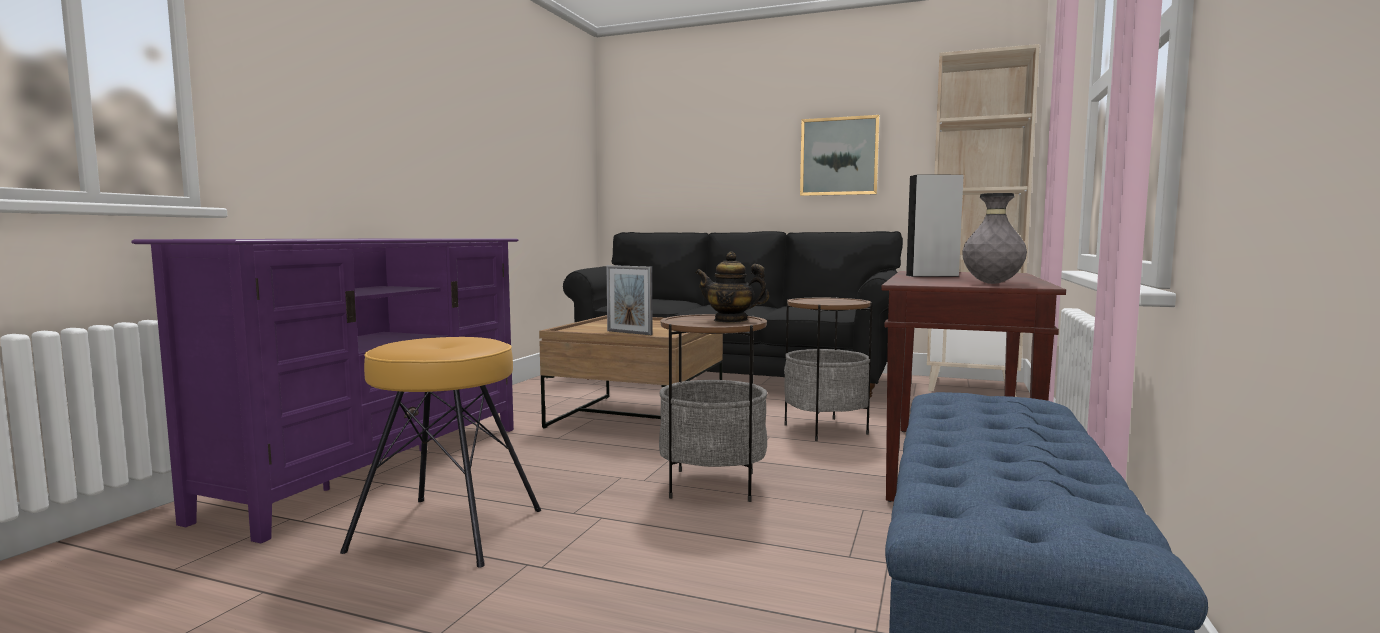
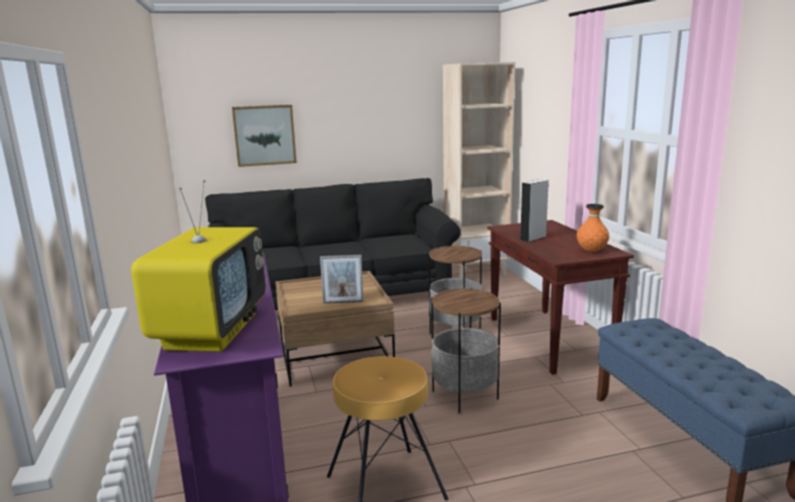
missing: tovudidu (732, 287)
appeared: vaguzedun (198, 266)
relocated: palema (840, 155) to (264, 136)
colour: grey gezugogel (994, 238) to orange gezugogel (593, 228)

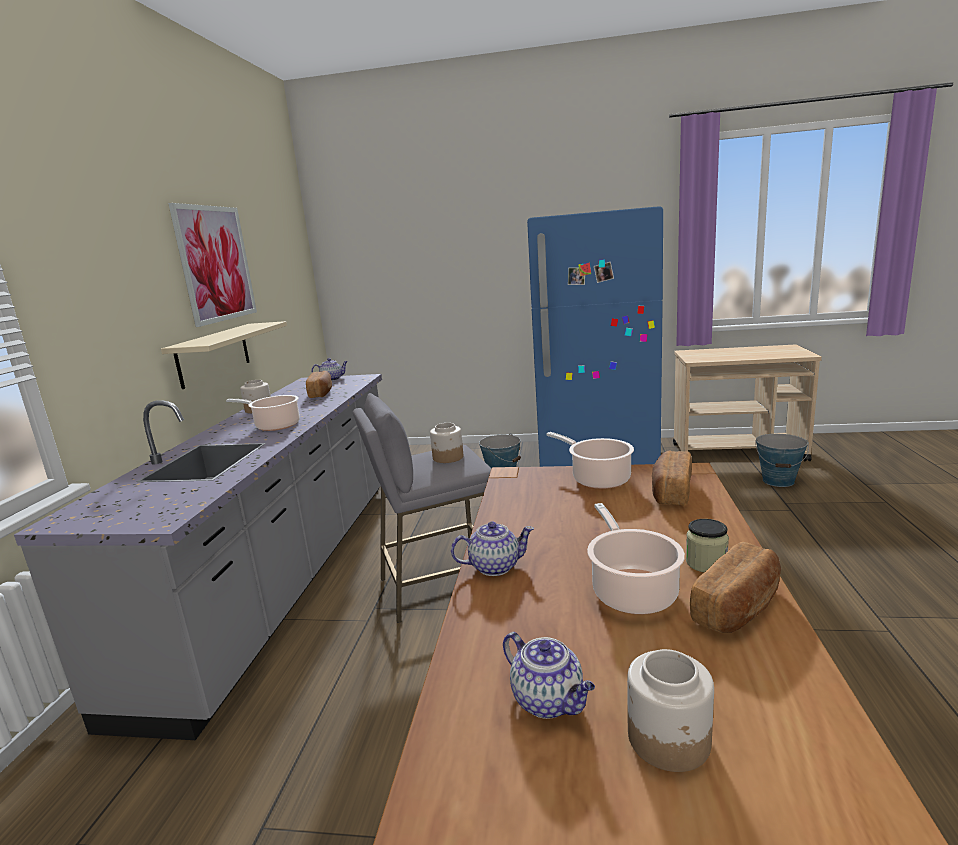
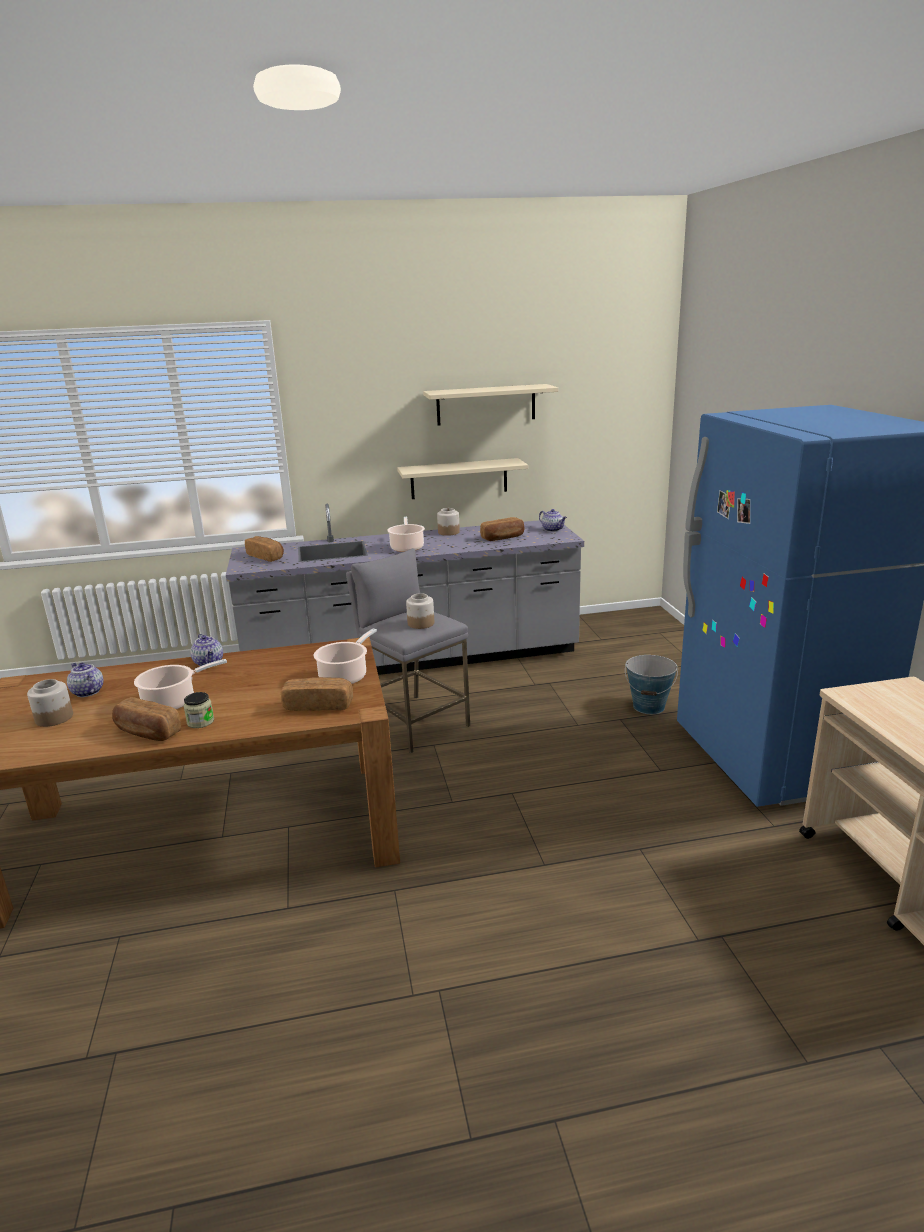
missing: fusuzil (782, 460)
appeared: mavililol (264, 549)
exchanged: palema (212, 265) to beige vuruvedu (490, 405)
spun: tovudidu (549, 675) = (85, 680) 105 degrees clockwise

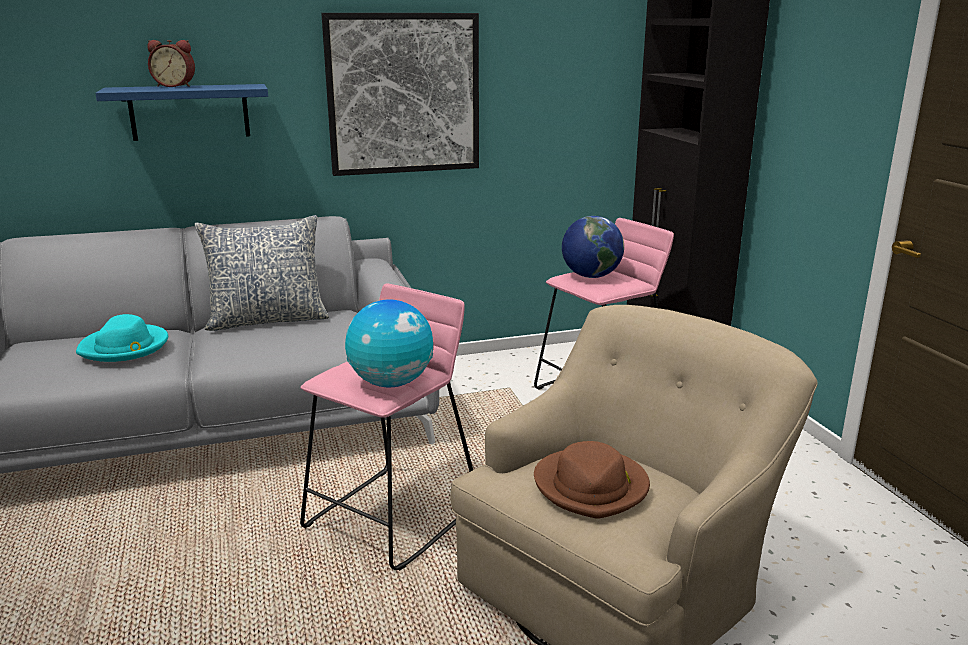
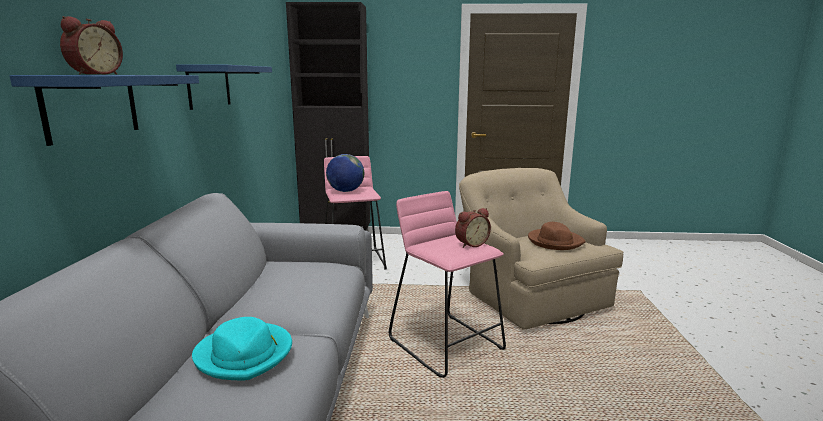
missing: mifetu (261, 273)
exchanged: palema (400, 94) to blue vuruvedu (224, 87); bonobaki (389, 343) to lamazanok (473, 228)

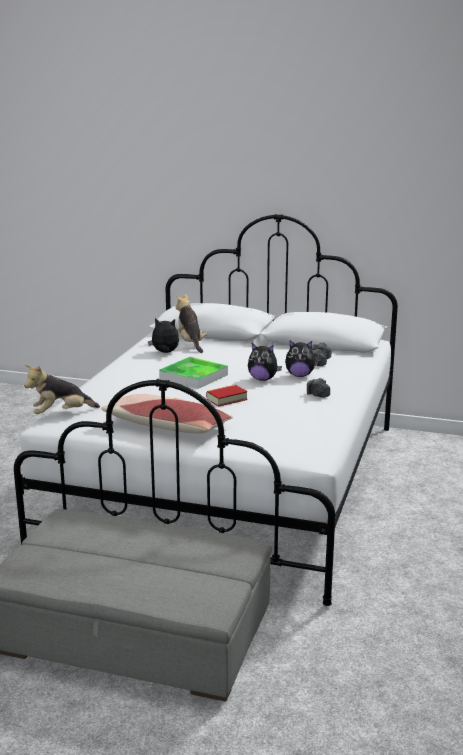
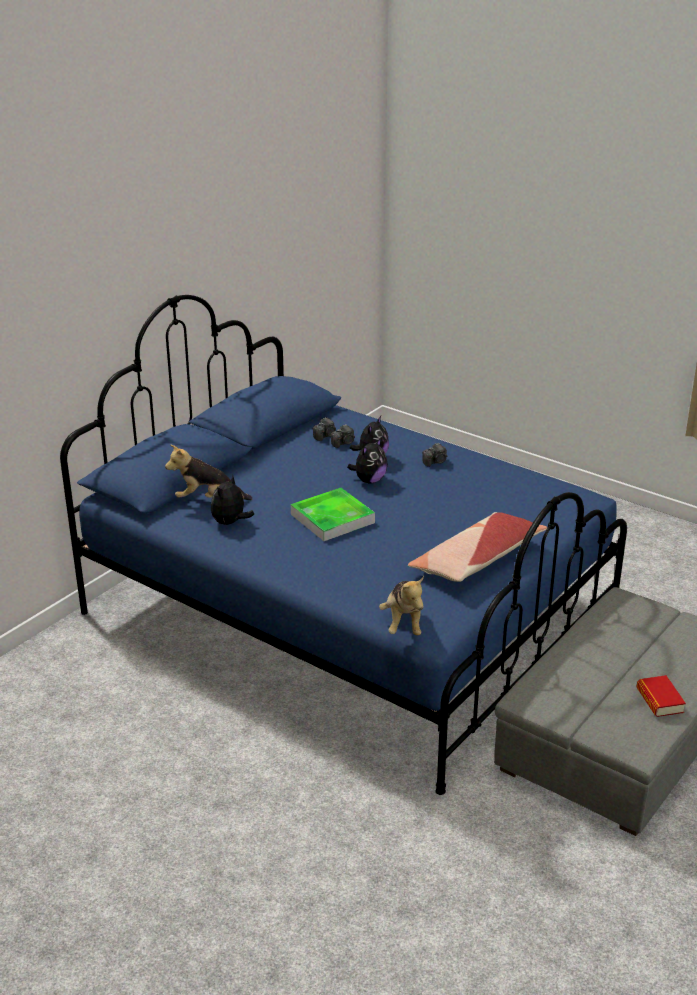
relocated: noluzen (227, 396) to (661, 696)
colour: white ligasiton (206, 410) to blue ligasiton (343, 545)

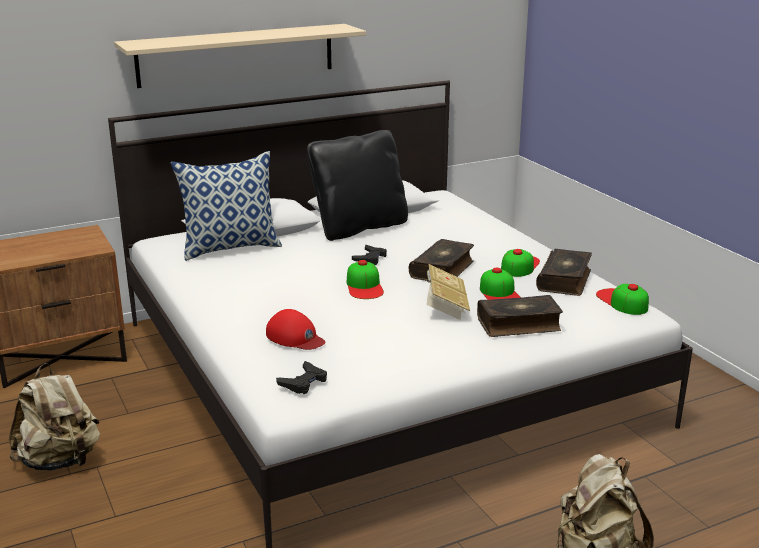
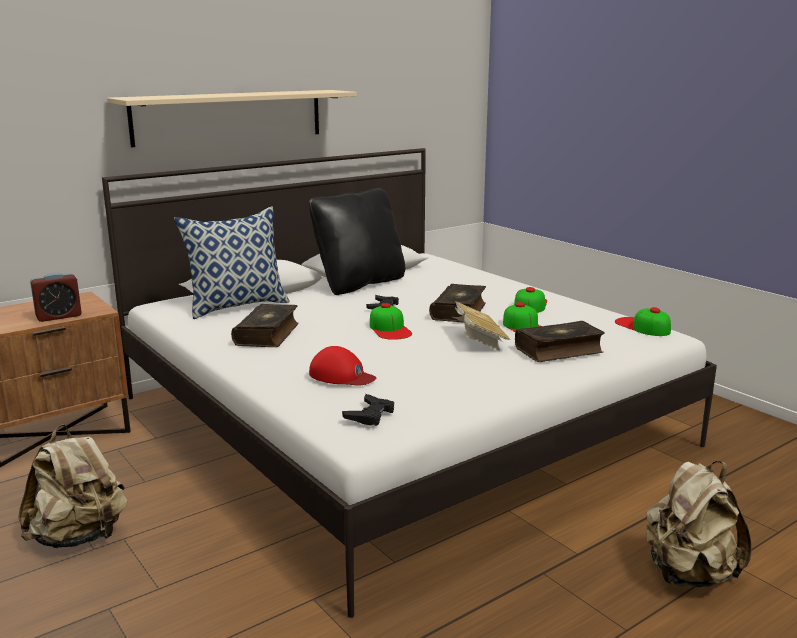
appeared: lamazanok (56, 297)
relocated: noluzen (564, 272) to (265, 325)

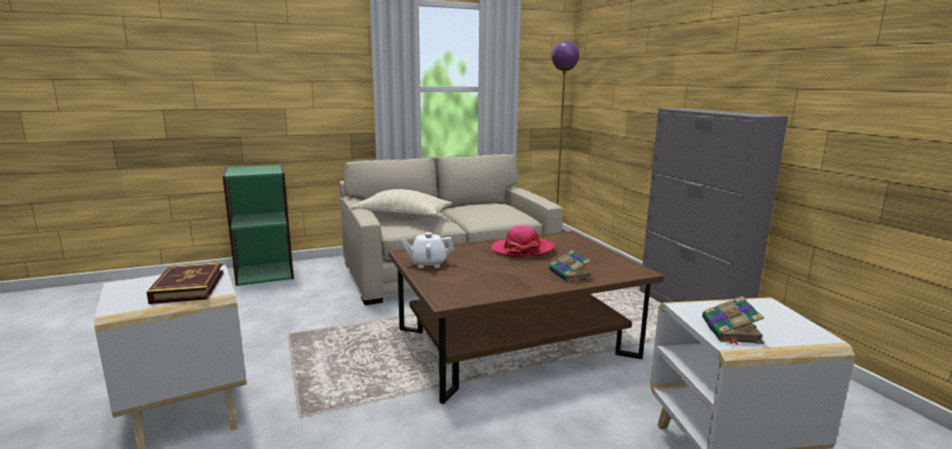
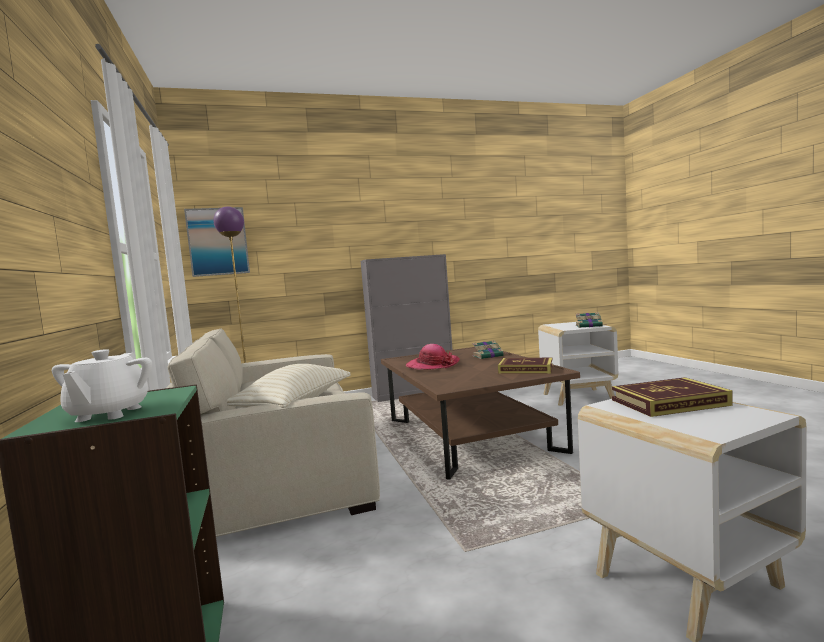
appeared: palema (217, 242); noluzen (525, 365)
relocated: white tovudidu (428, 250) to (102, 385)

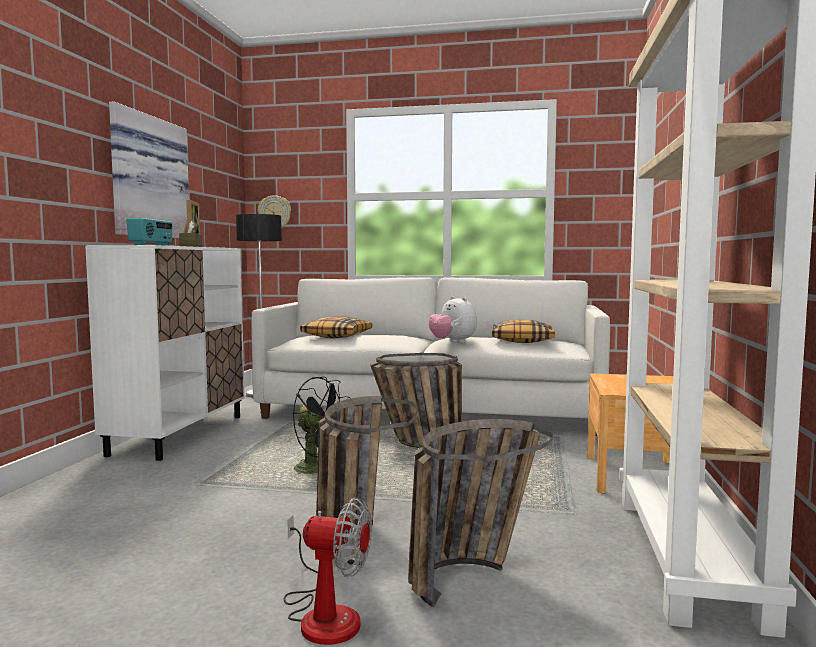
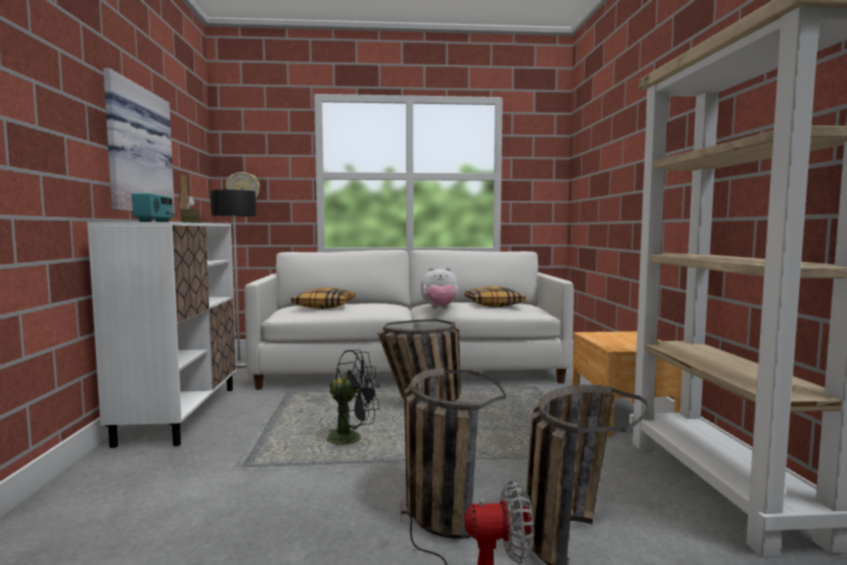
spun: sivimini (452, 319) = (439, 288) 45 degrees counterclockwise

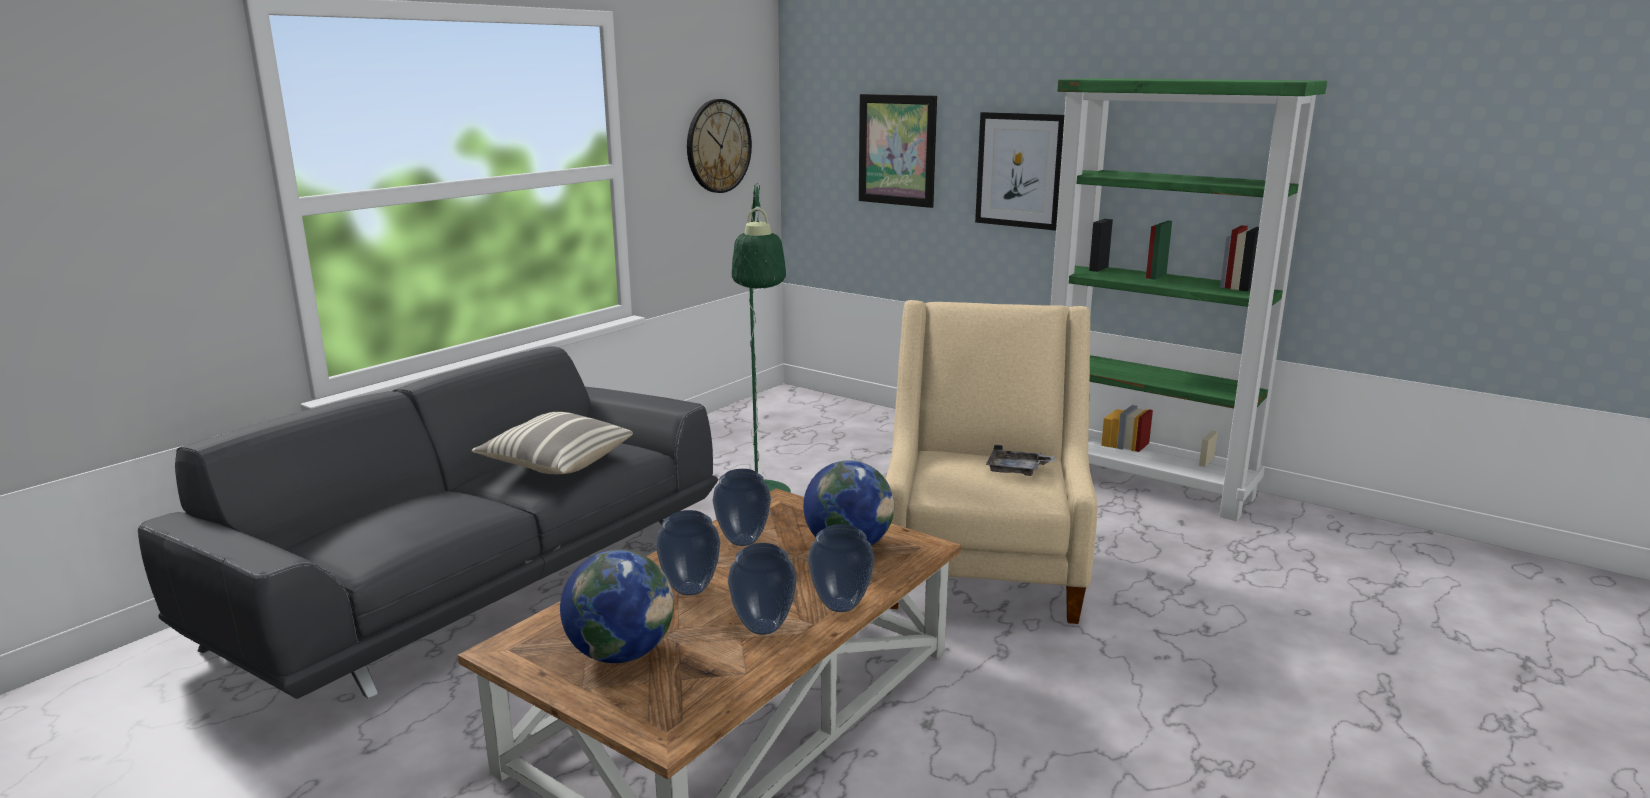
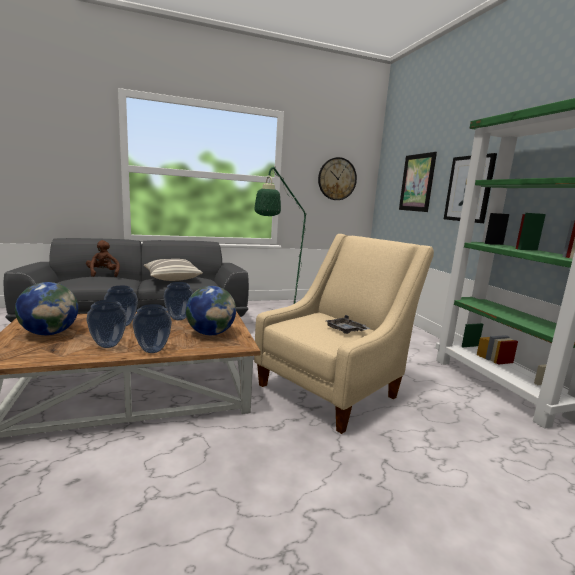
appeared: brown sivimini (103, 258)

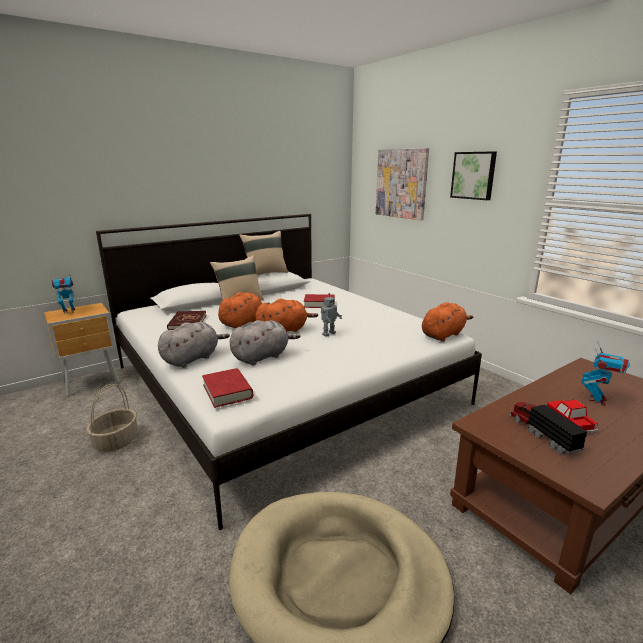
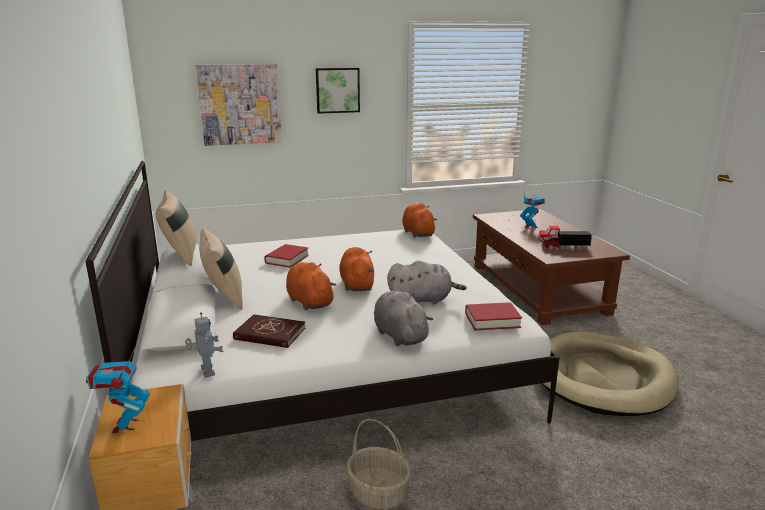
relocated: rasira (331, 315) to (204, 344)
spun: grey sivimini (265, 342) = (427, 282) 105 degrees clockwise

